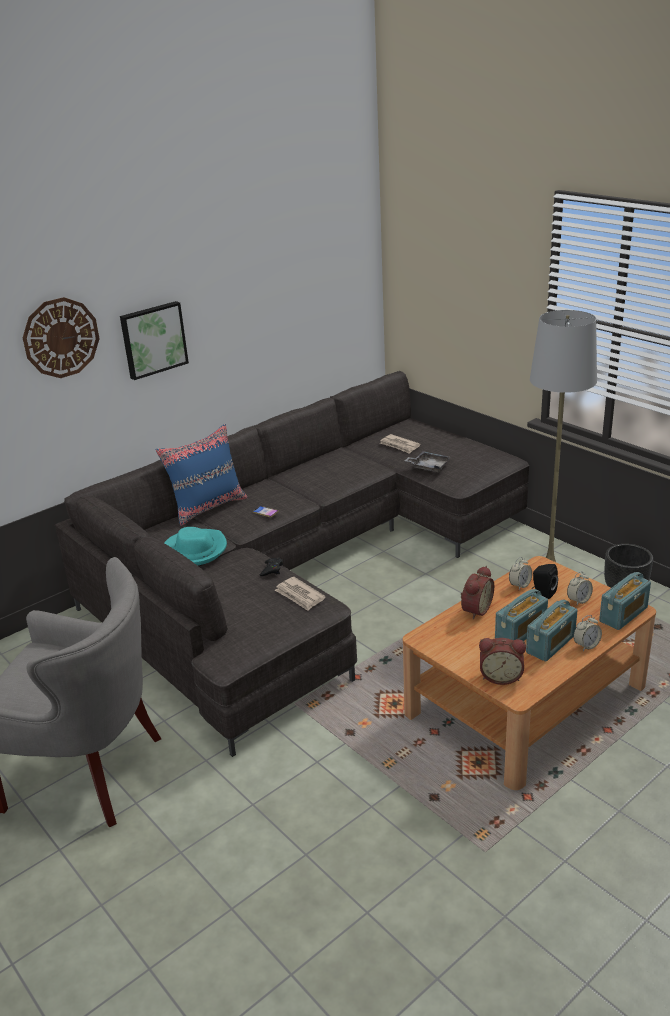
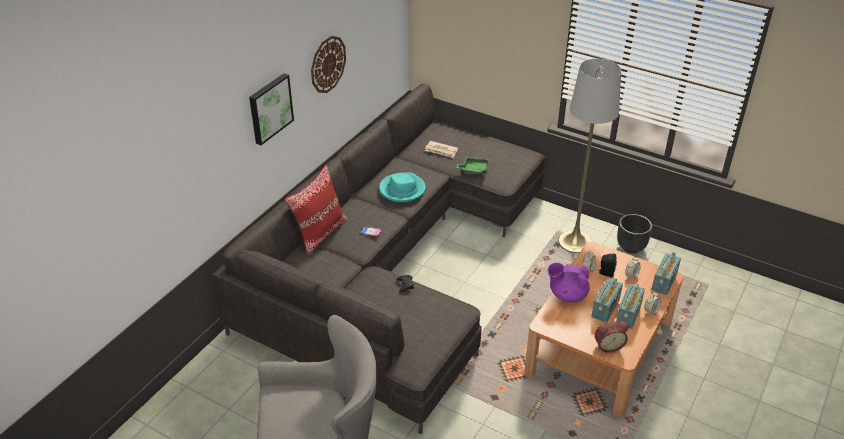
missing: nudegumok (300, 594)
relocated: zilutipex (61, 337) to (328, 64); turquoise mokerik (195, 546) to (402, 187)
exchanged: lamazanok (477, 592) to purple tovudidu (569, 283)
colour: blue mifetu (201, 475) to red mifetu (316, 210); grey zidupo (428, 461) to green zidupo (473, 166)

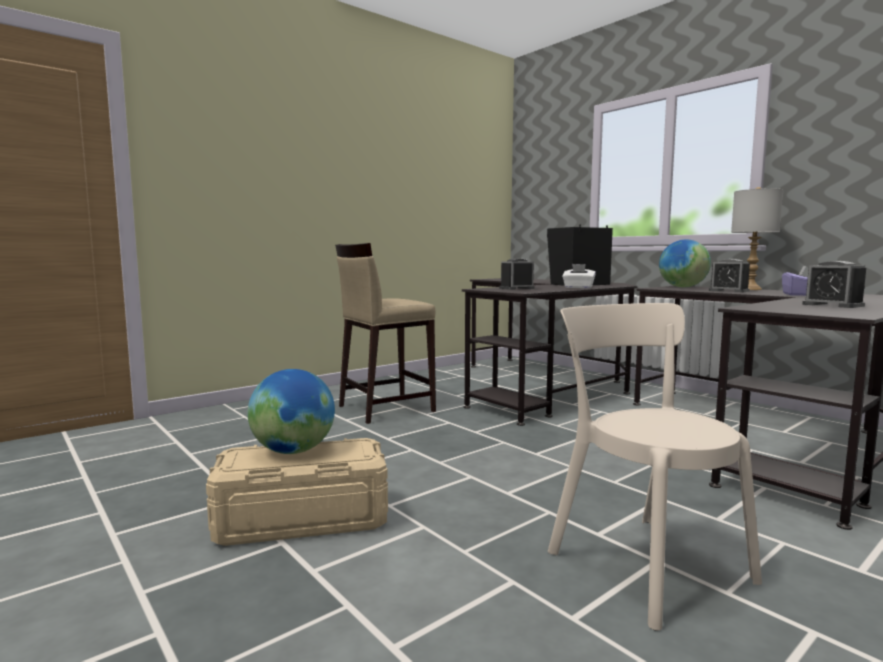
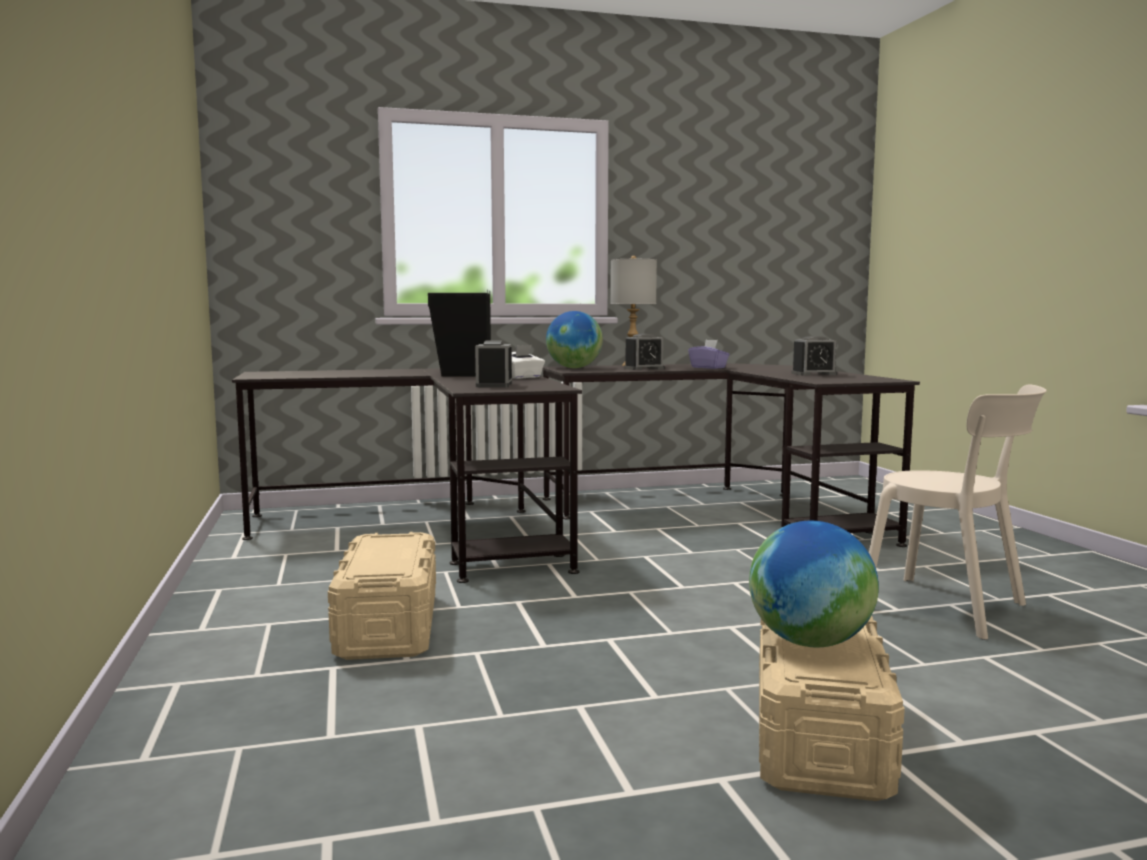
exchanged: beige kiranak (385, 333) to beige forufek (382, 596)
spun: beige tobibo (655, 467) = (958, 512) 135 degrees counterclockwise

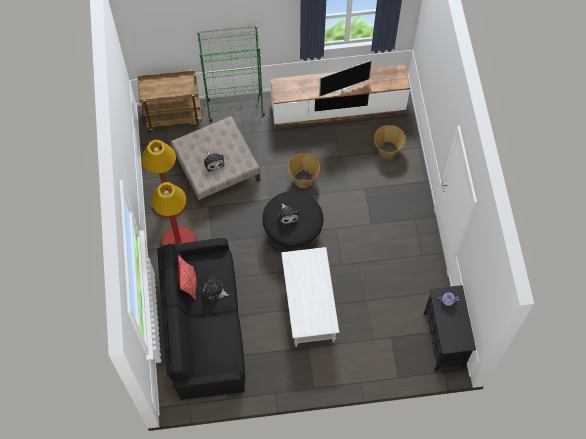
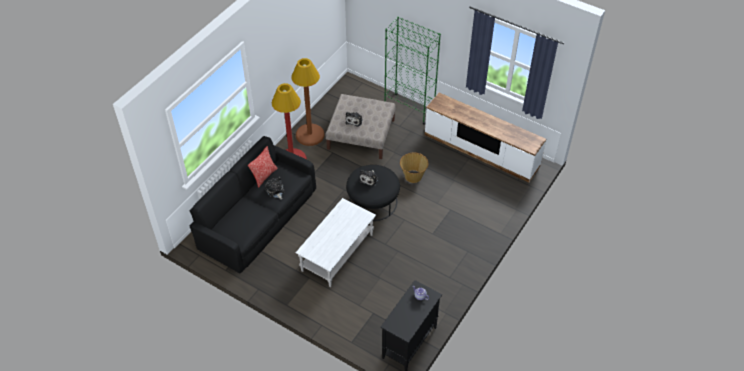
missing: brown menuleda (170, 101); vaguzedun (345, 78); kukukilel (390, 141)

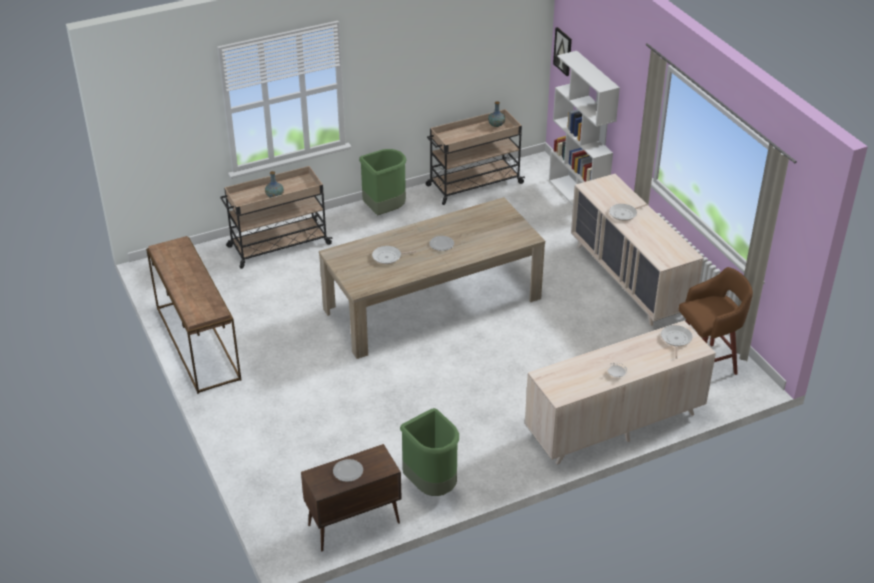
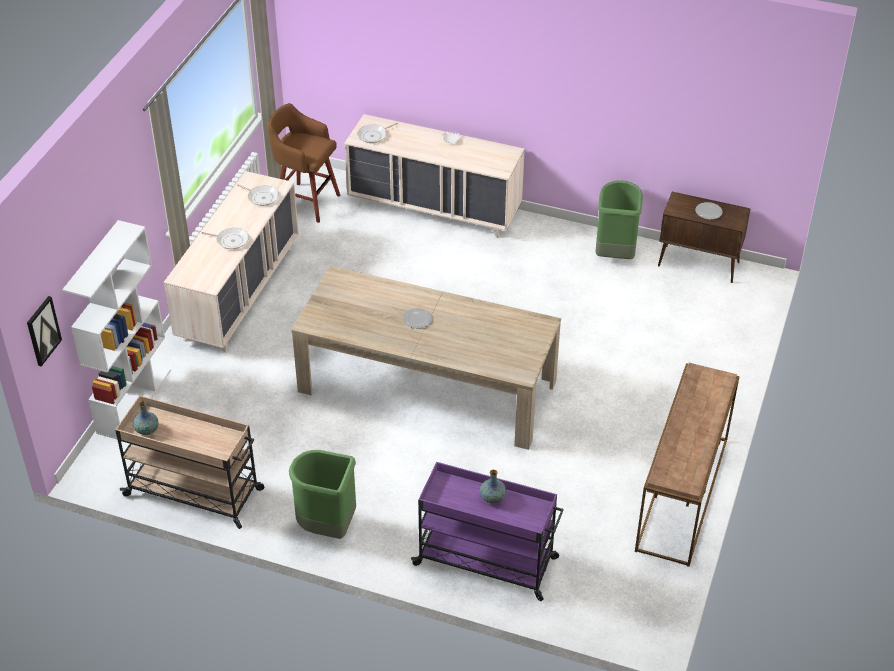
relocated: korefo (394, 255) to (258, 195)
colour: beige menuleda (276, 217) to purple menuleda (487, 531)

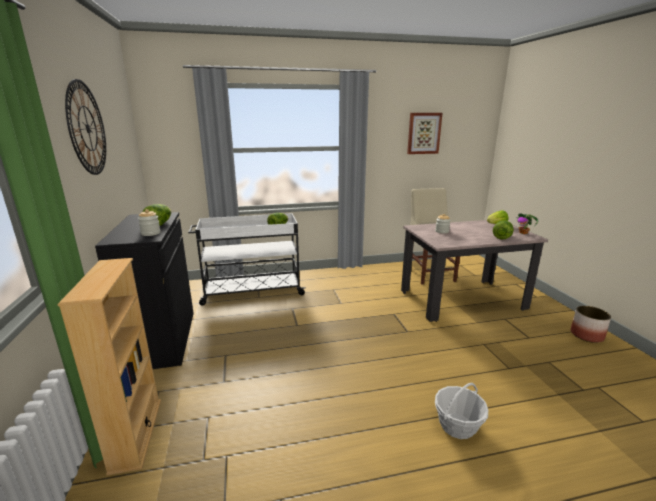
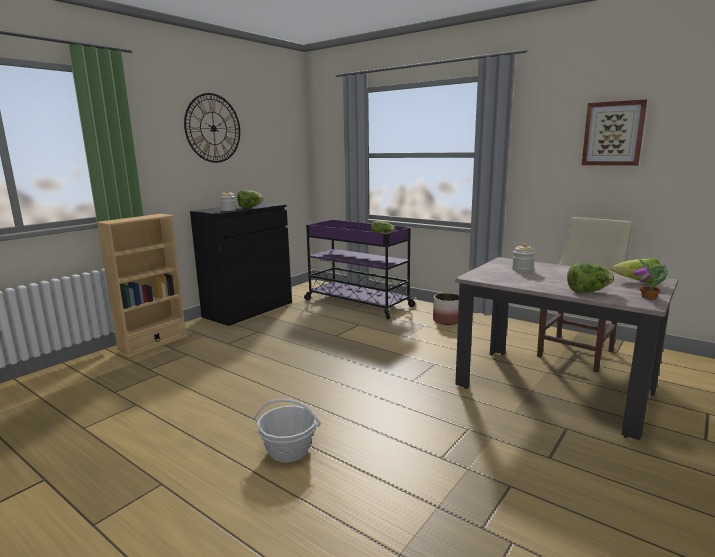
relocated: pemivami (591, 324) to (446, 309)
colour: white menuleda (247, 259) to purple menuleda (360, 269)

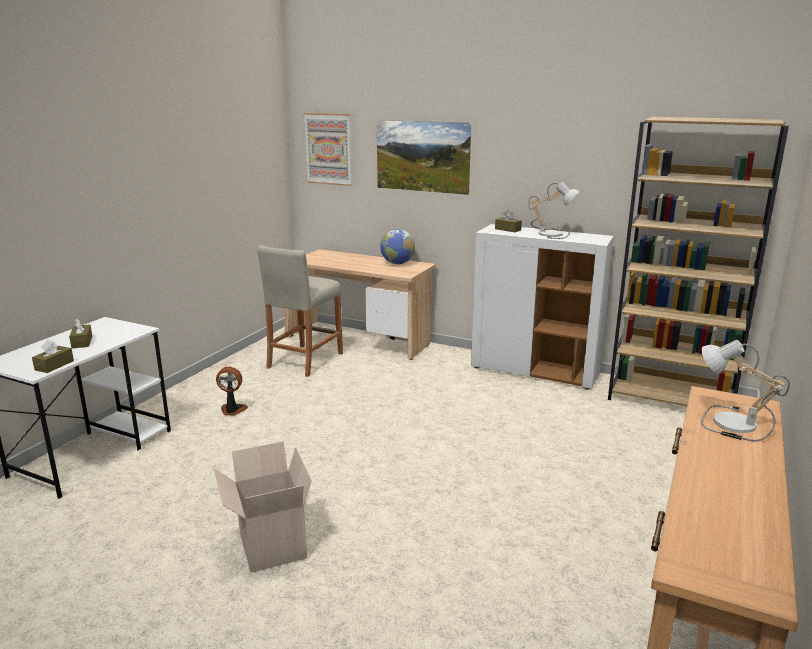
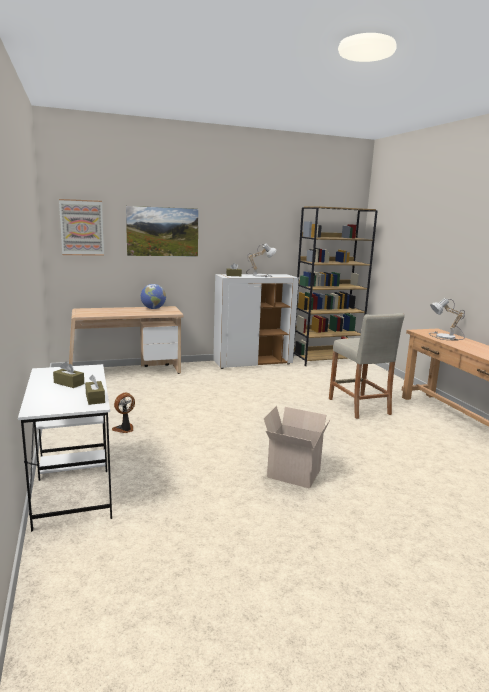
relocated: beige kiranak (300, 311) to (367, 366)

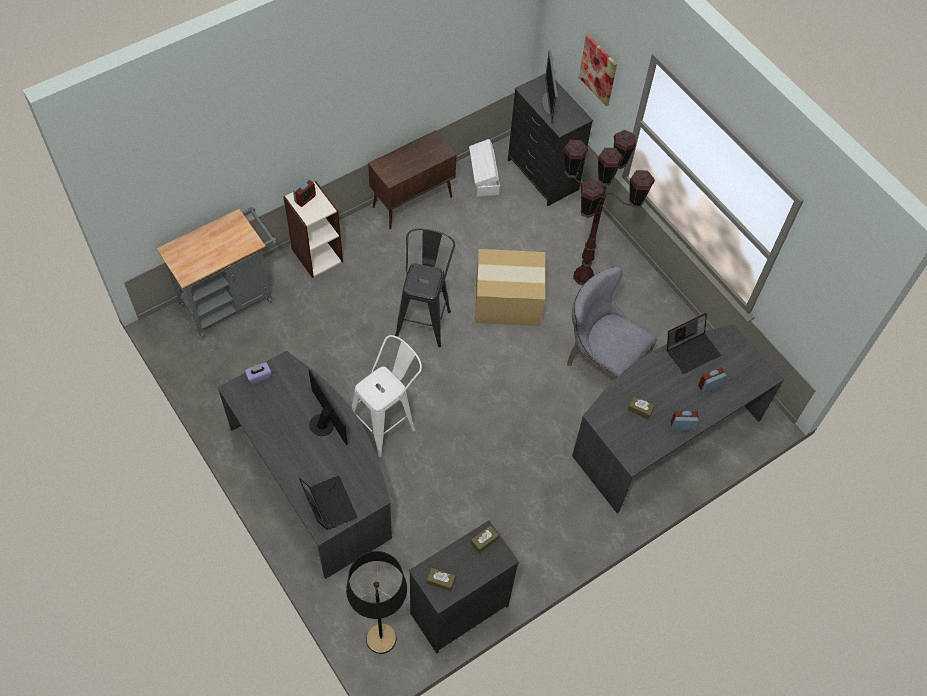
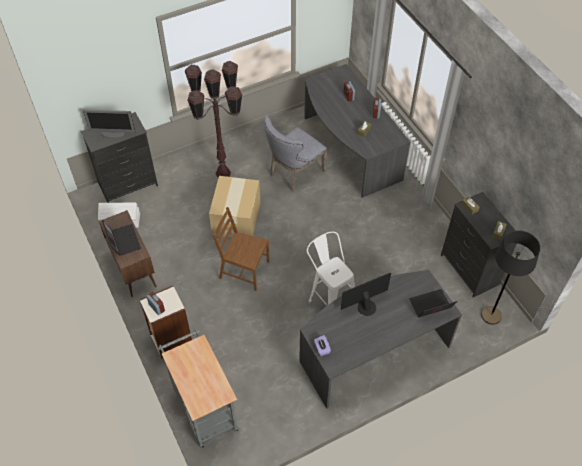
missing: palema (598, 70)
relocated: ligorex (694, 343) to (121, 238)
exchanged: black kiranak (425, 288) to brown tobibo (240, 249)

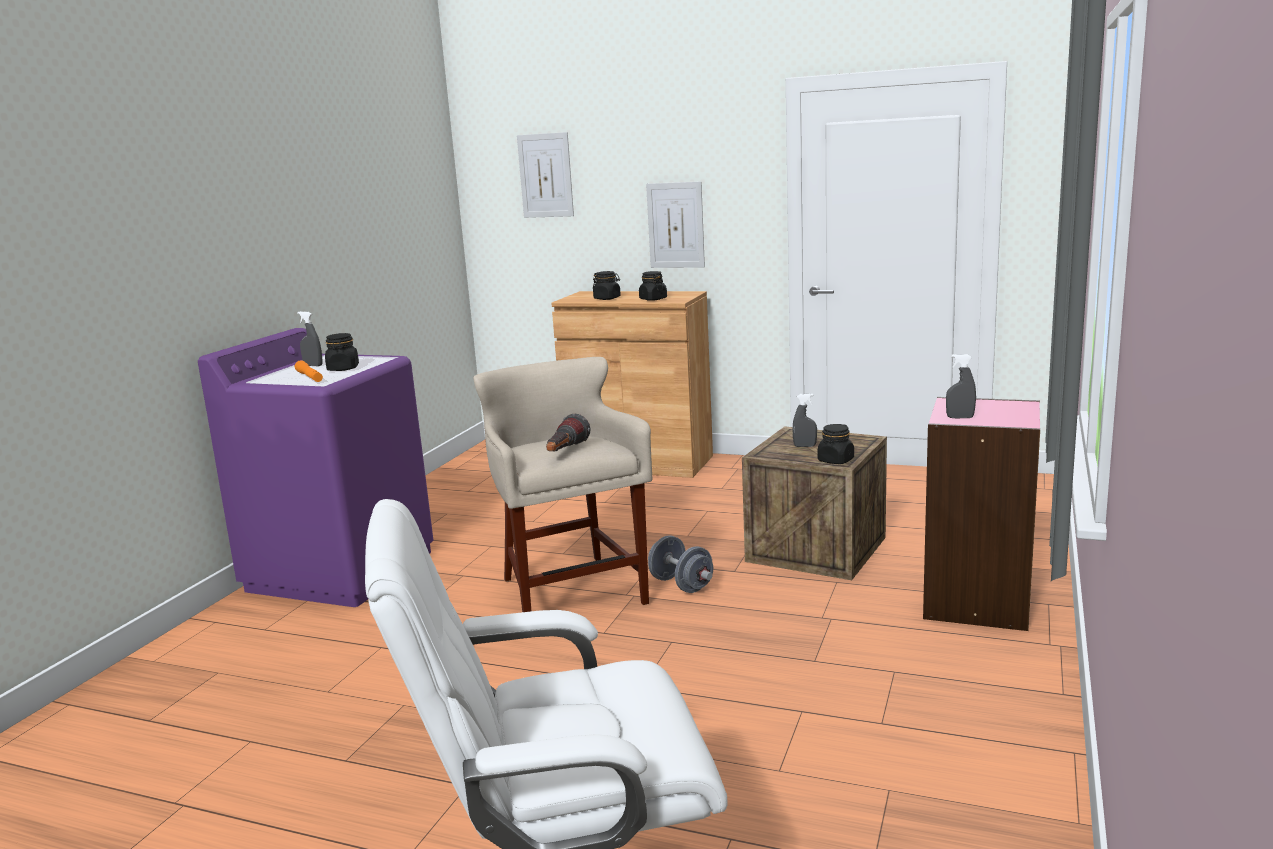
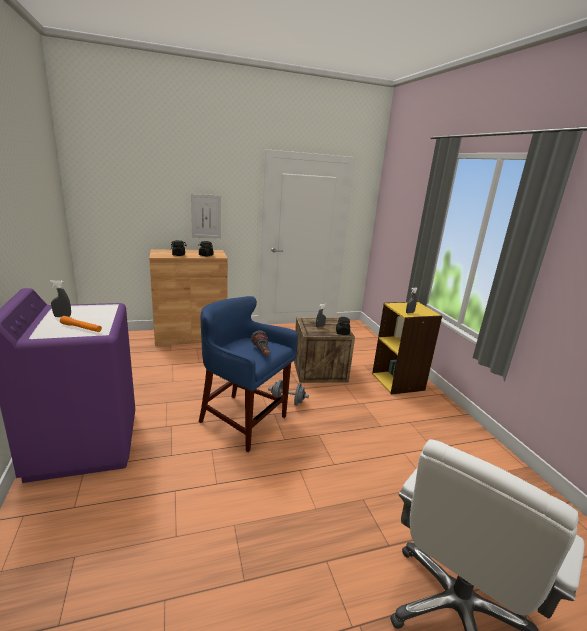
missing: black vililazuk (342, 352); palema (545, 175)
colour: beige kiranak (562, 484) to blue kiranak (248, 374); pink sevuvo (981, 514) to yellow sevuvo (407, 348)

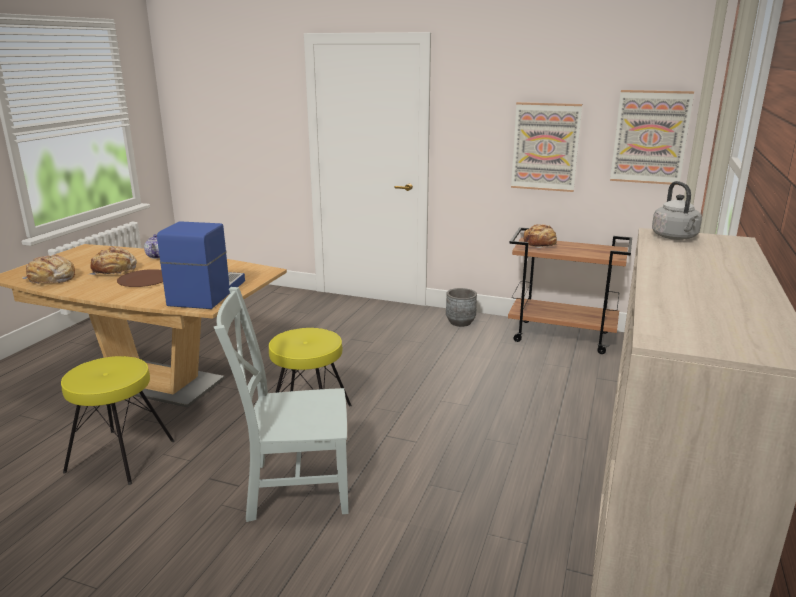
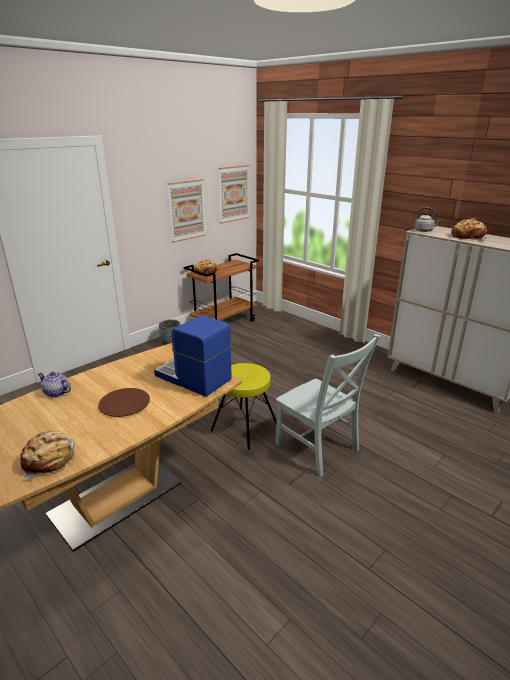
missing: yellow kiranak (117, 420)
relocated: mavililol (112, 261) to (469, 228)
spun: grey tobibo (281, 404) = (328, 405) 60 degrees counterclockwise

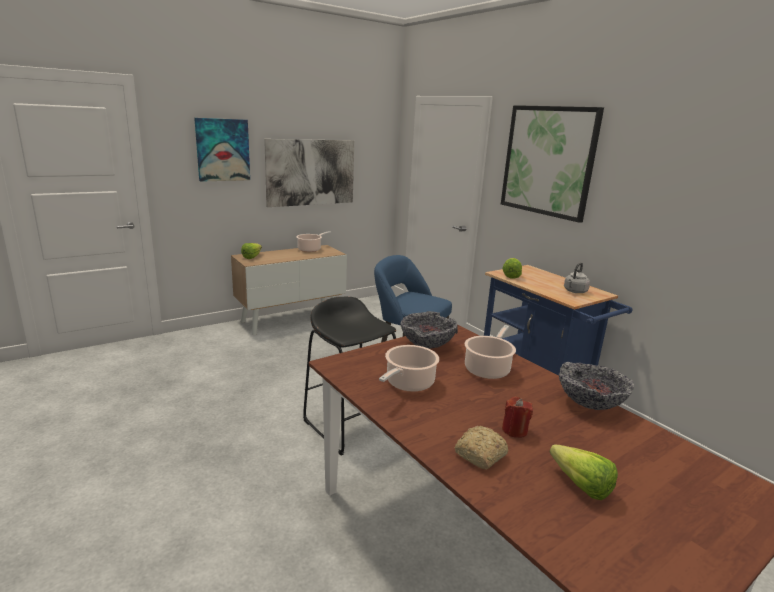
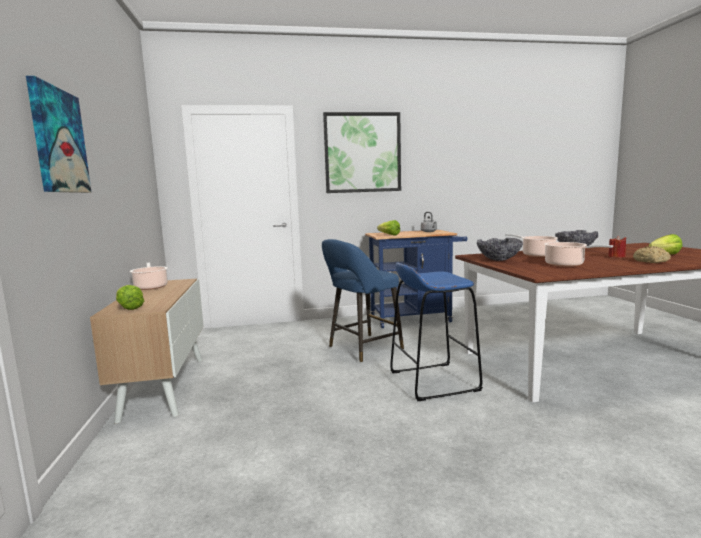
missing: palema (309, 173)
colour: black kiranak (349, 376) to blue kiranak (436, 331)

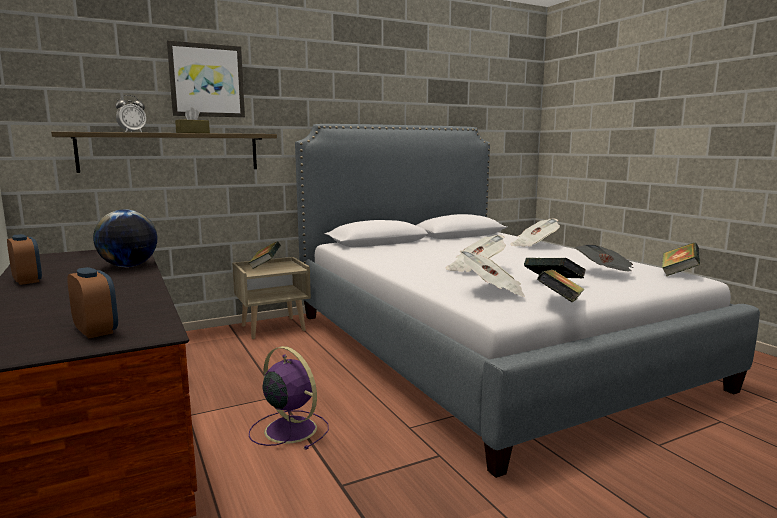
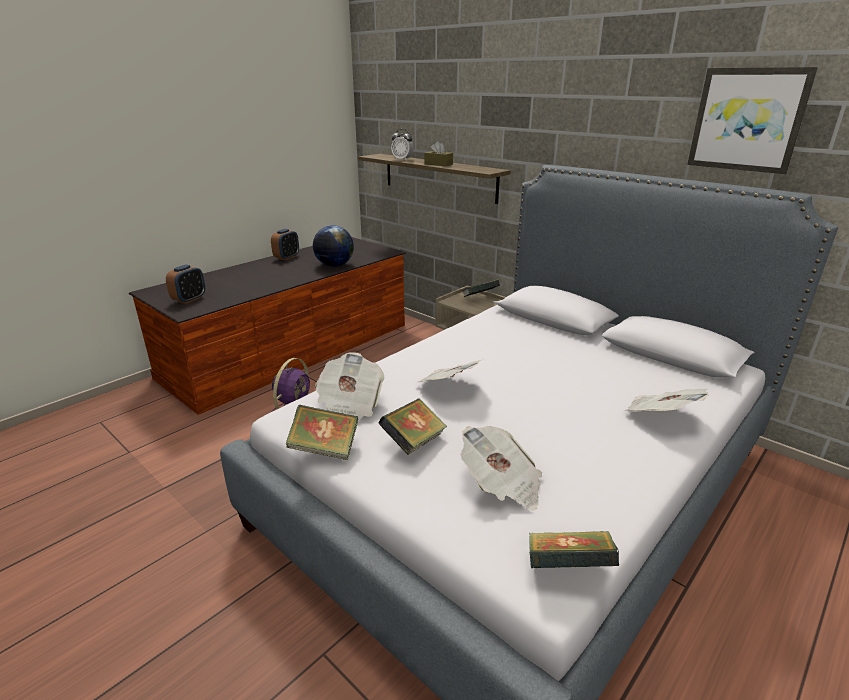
relocated: palema (206, 78) to (752, 120)

